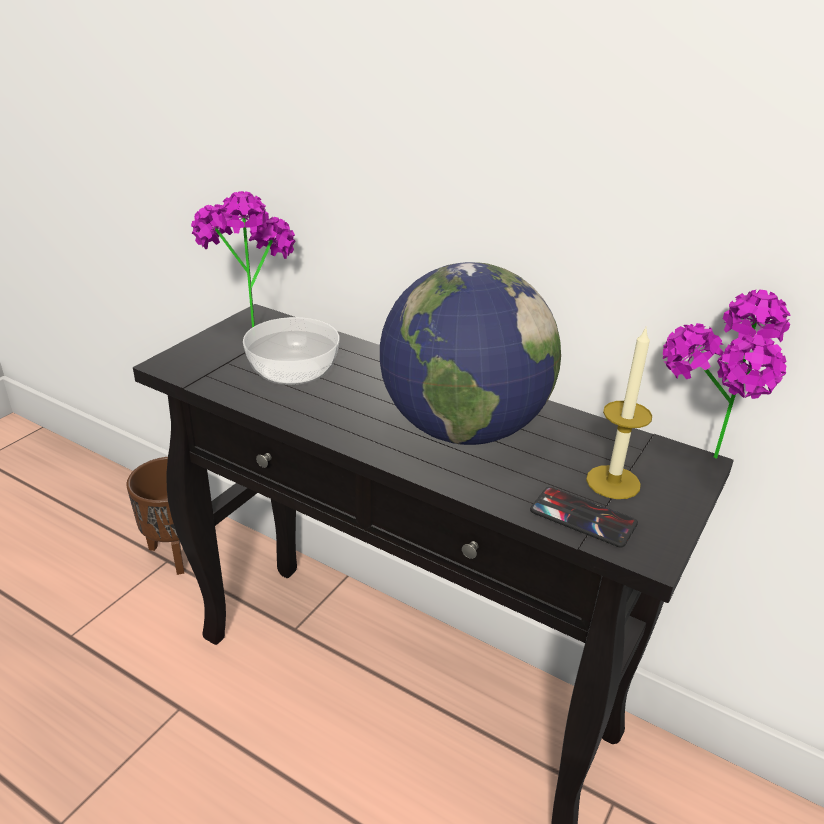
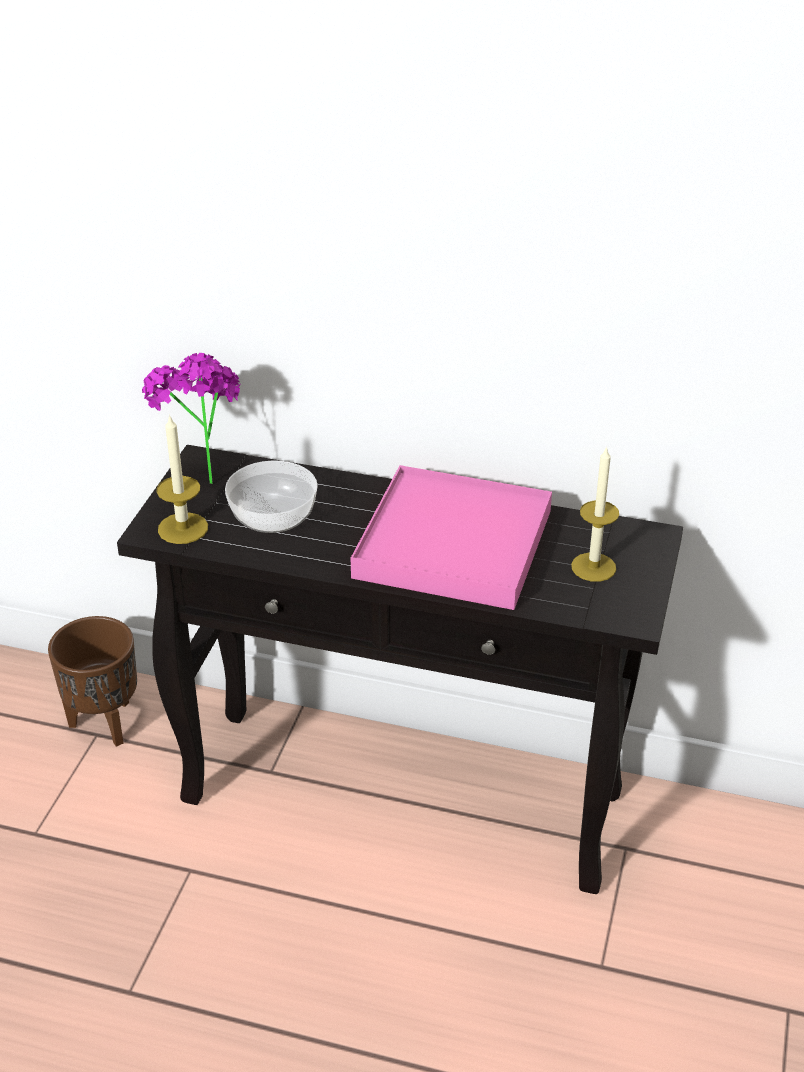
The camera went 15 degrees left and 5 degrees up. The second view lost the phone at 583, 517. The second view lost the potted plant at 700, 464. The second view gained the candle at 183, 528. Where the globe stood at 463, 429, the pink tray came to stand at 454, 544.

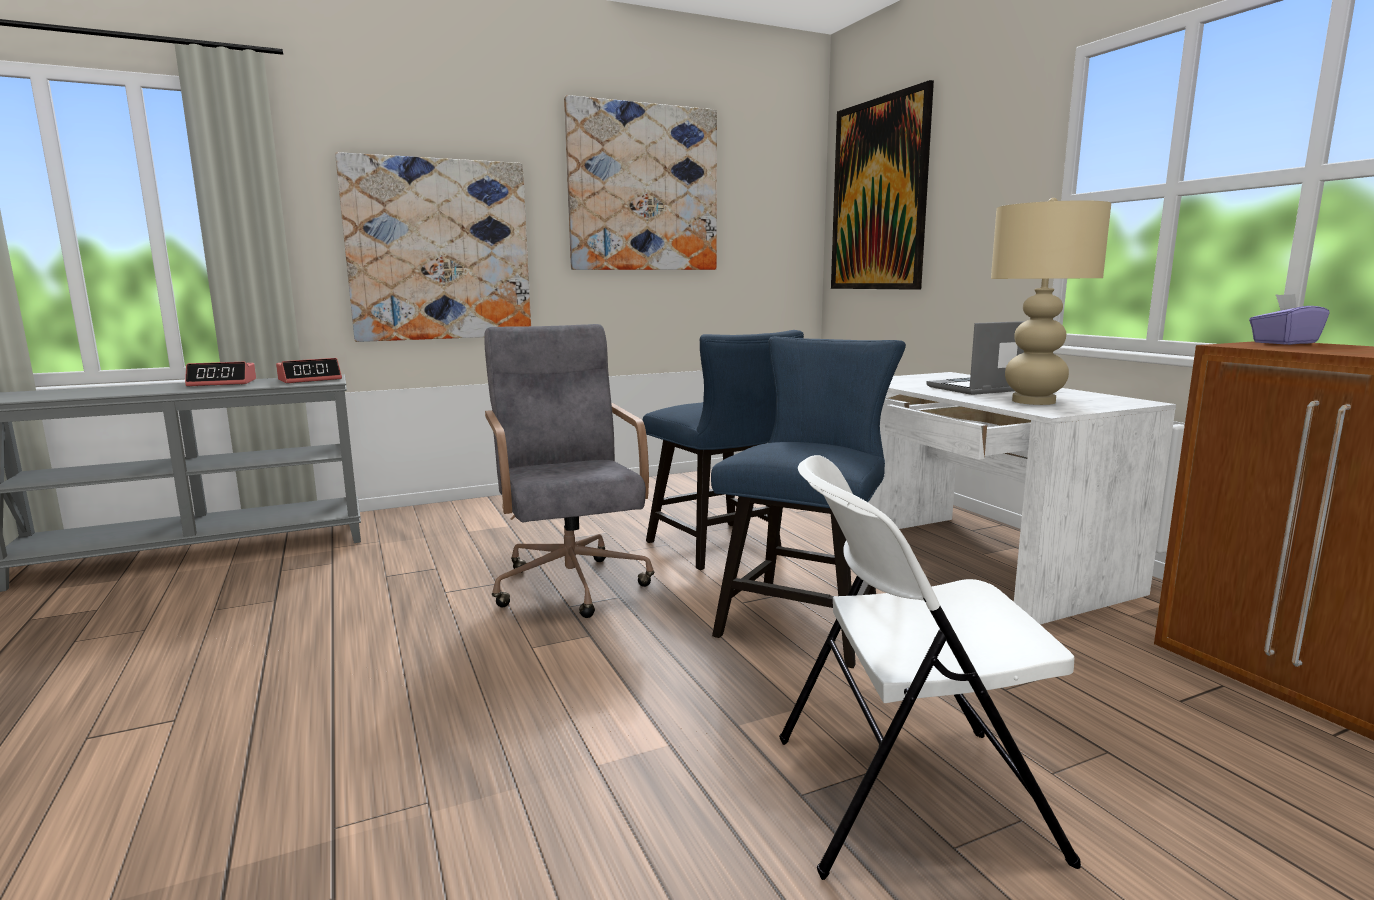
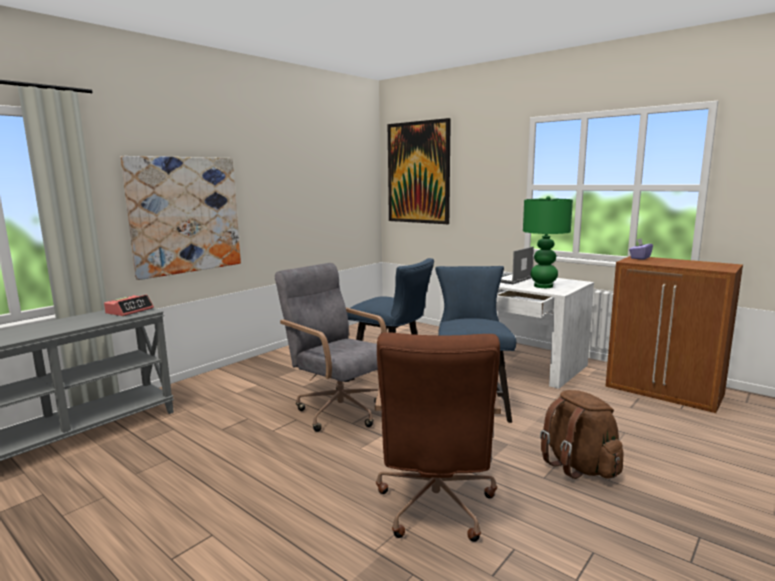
The camera went 25 degrees left and 0 degrees up. The second view lost the alarm clock at 223, 383. The second view lost the picture at 643, 188. The second view gained the brown office chair at 435, 511. Where the white chair stood at 910, 795, the brown backpack came to stand at 579, 466. What was the beige table lamp at 1032, 401 turned into the green table lamp at 543, 286.

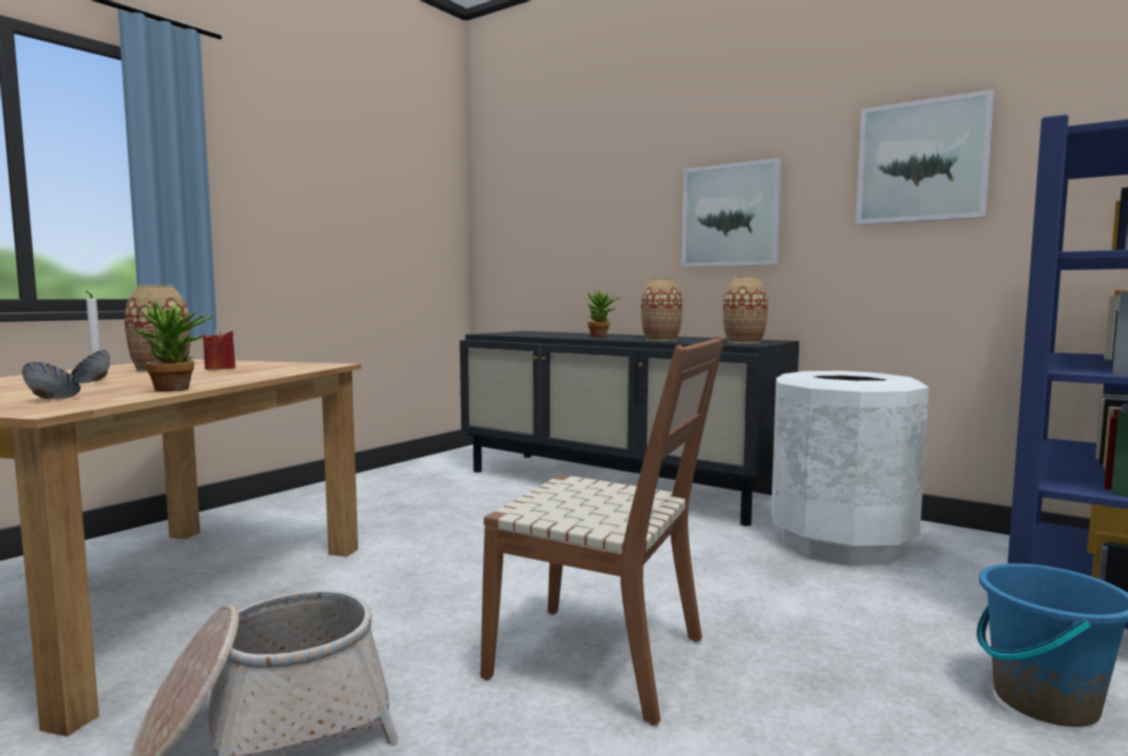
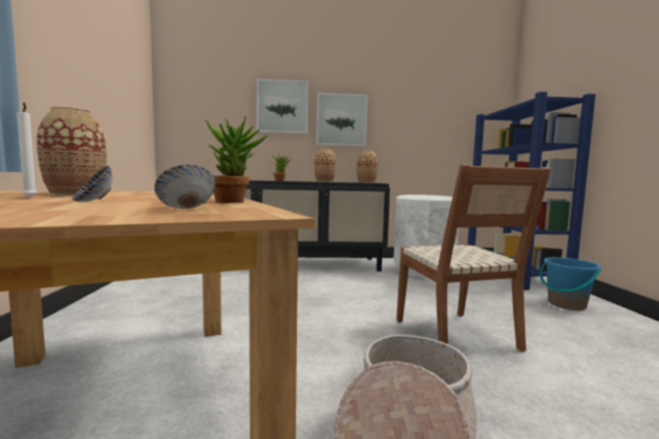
The camera went 40 degrees left and 0 degrees up. The second view lost the red candle at 220, 369. The picture ended up elsewhere, having gone from 922, 162 to 282, 107. The chair at 606, 662 ended up facing another way, 90 degrees clockwise from before.

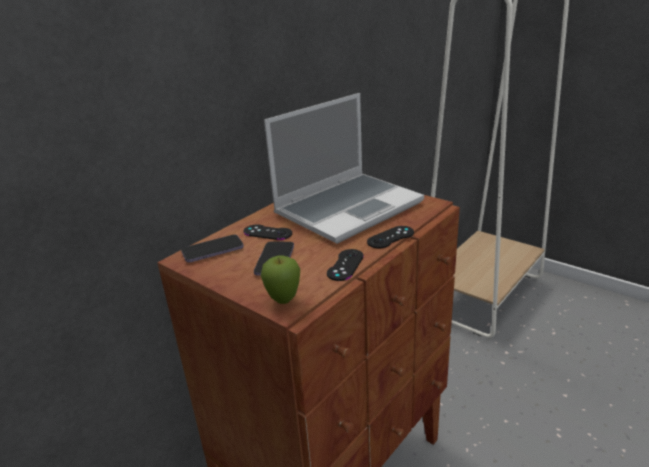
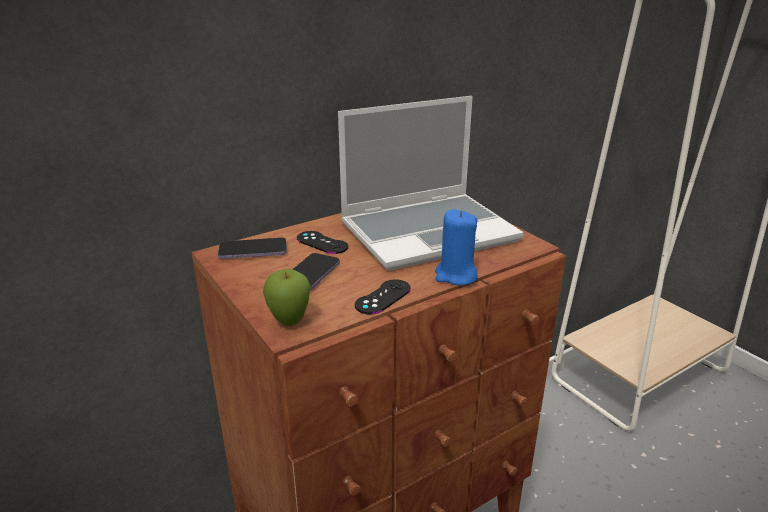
The camera went 15 degrees right and 0 degrees up. Where the black game controller stood at 390, 237, the blue candle came to stand at 455, 276.

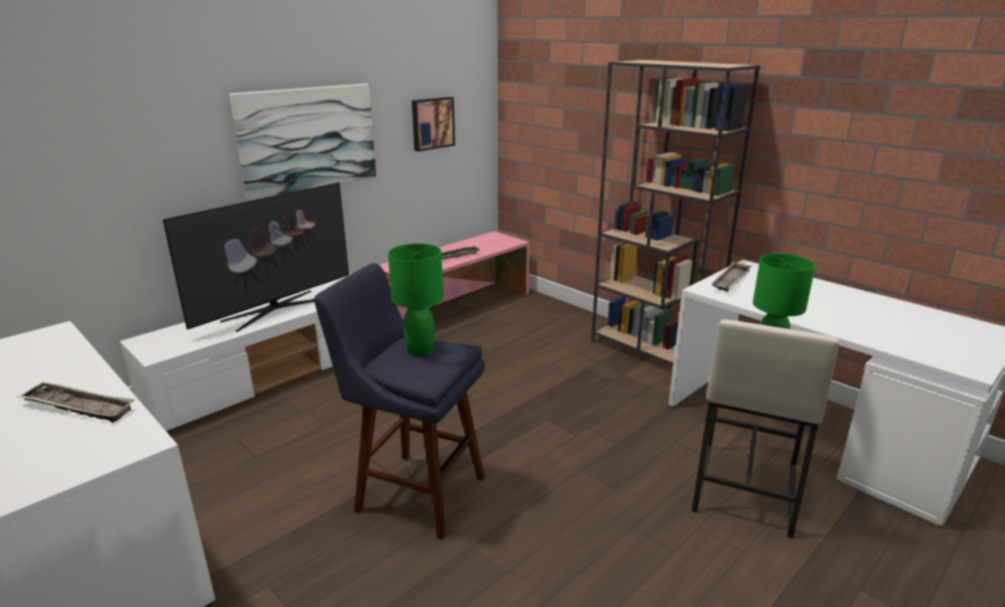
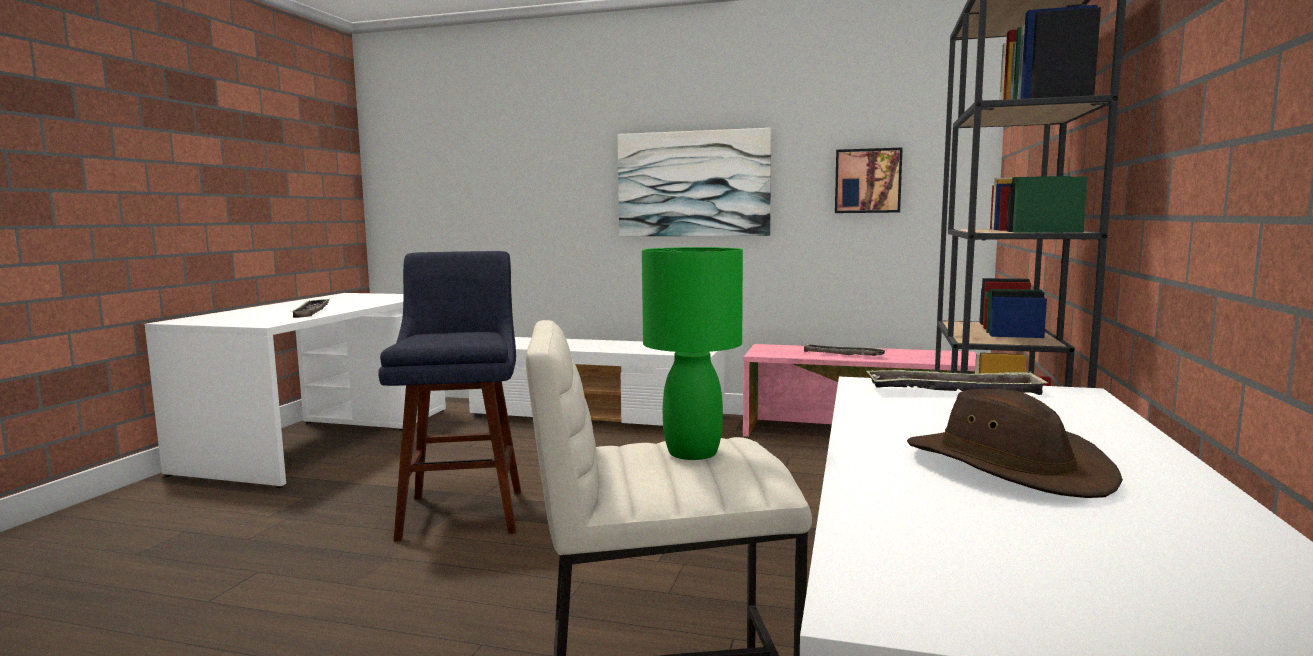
The camera went 60 degrees right and 15 degrees down. The second view lost the television at 275, 310. The second view lost the green table lamp at 420, 350. The second view gained the brown hat at 1008, 466.

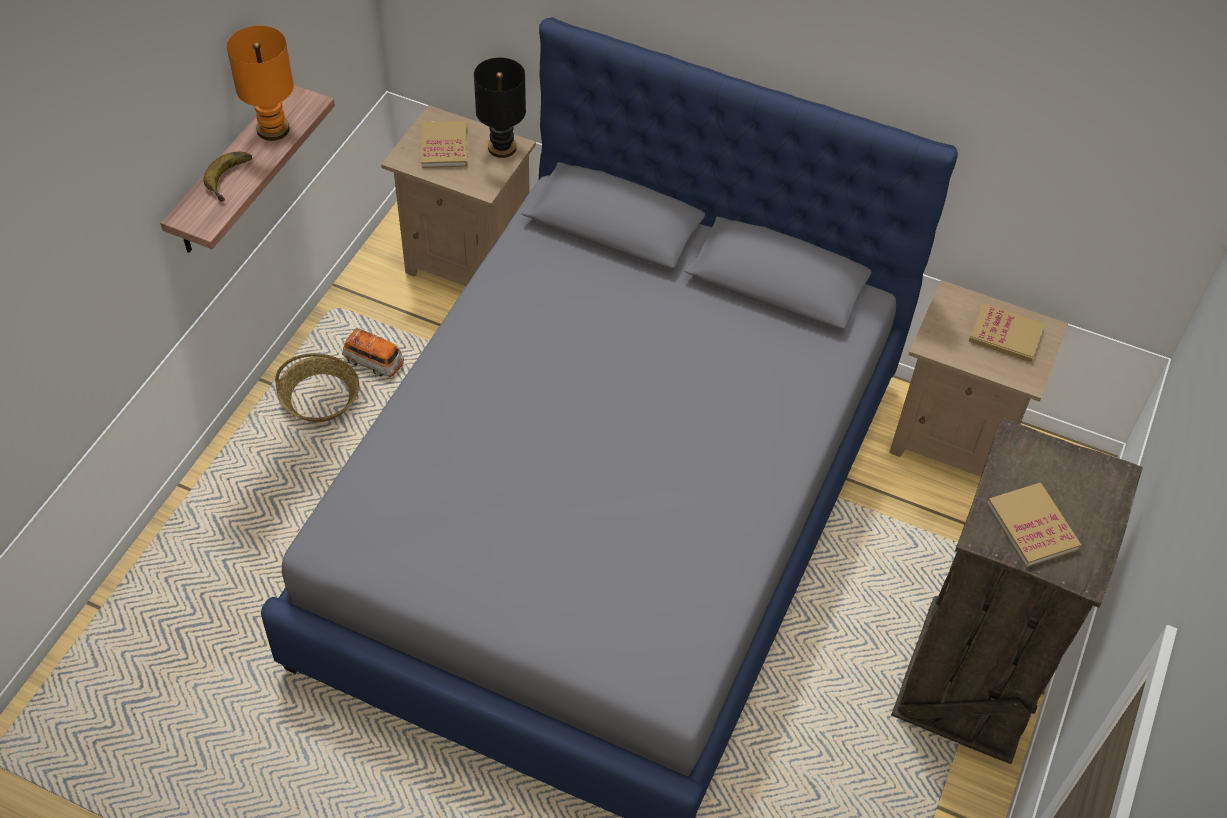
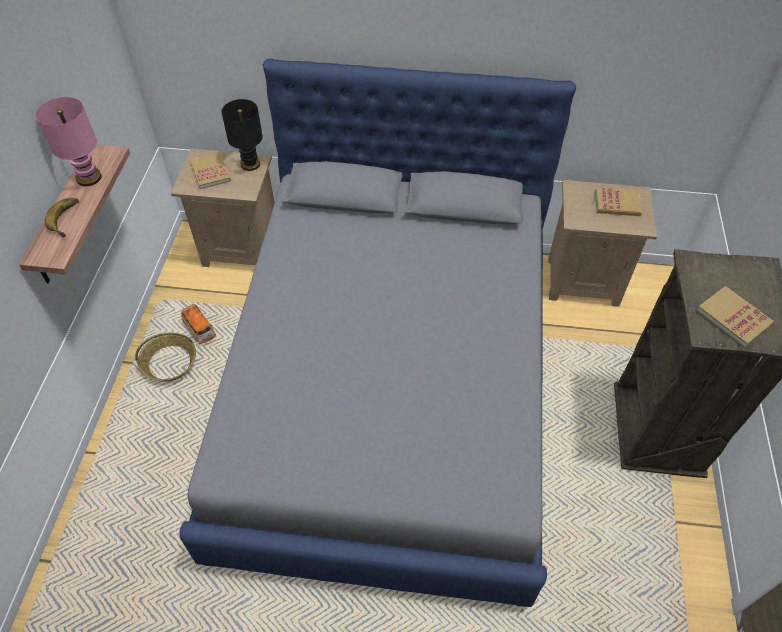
The camera went 15 degrees left and 0 degrees up. What was the orange table lamp at 274, 130 turned into the pink table lamp at 89, 178. The toy car at 374, 362 ended up facing another way, 45 degrees clockwise from before.

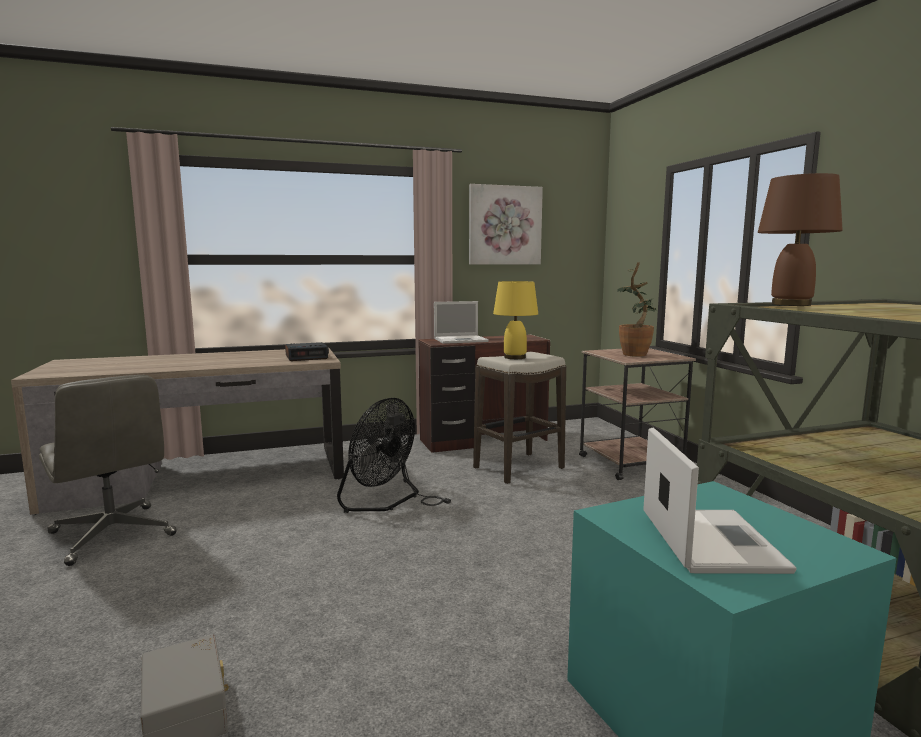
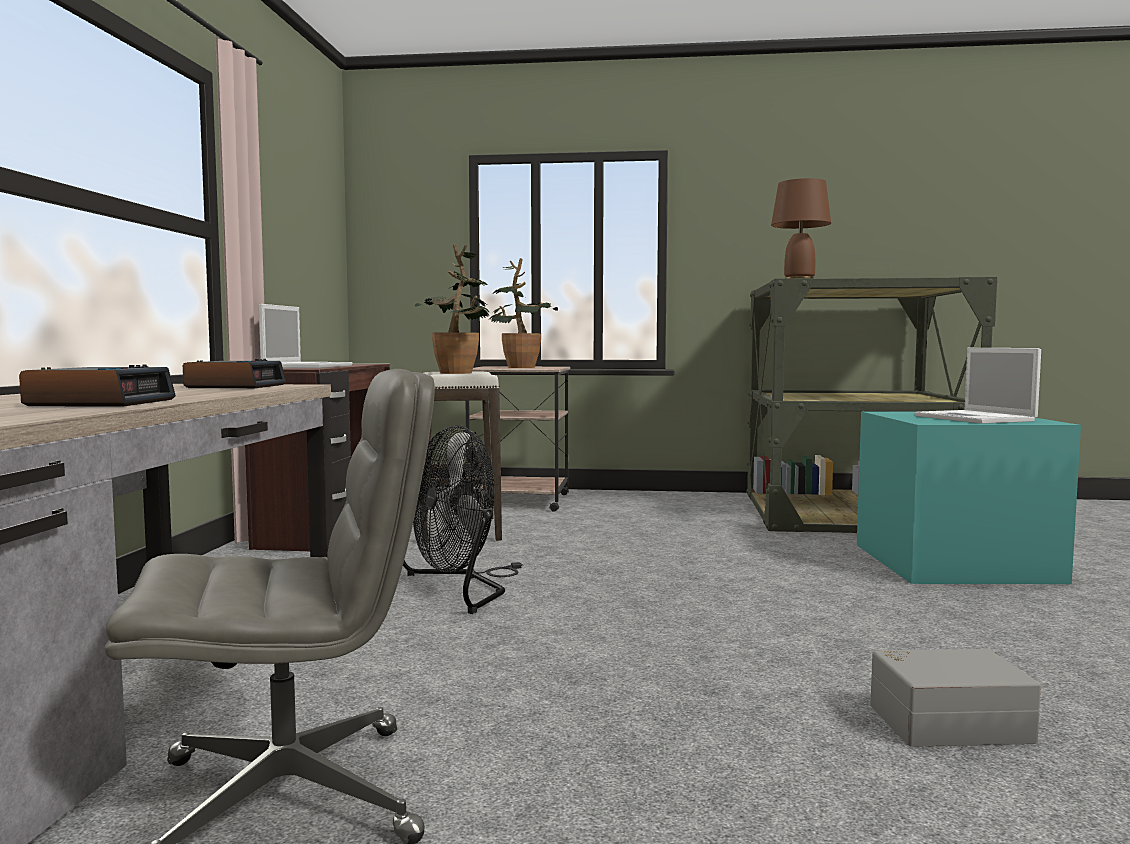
The camera went 65 degrees left and 5 degrees down. The second view lost the picture at 504, 225. The second view gained the alarm clock at 101, 402. Where the yellow table lamp stood at 514, 357, the potted plant came to stand at 457, 373. The laptop at 709, 540 ended up facing another way, 135 degrees counterclockwise from before.

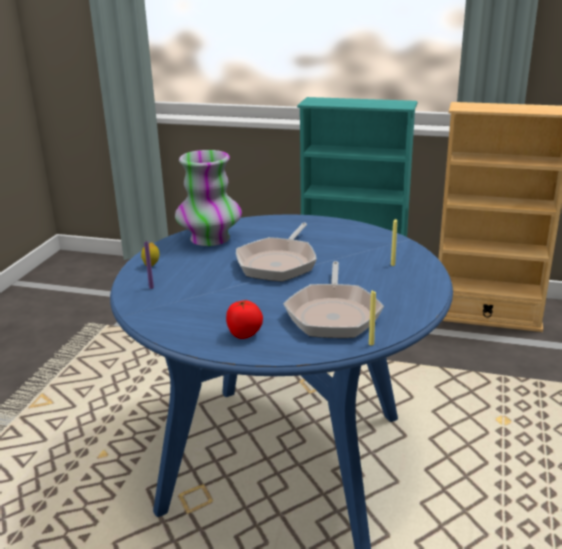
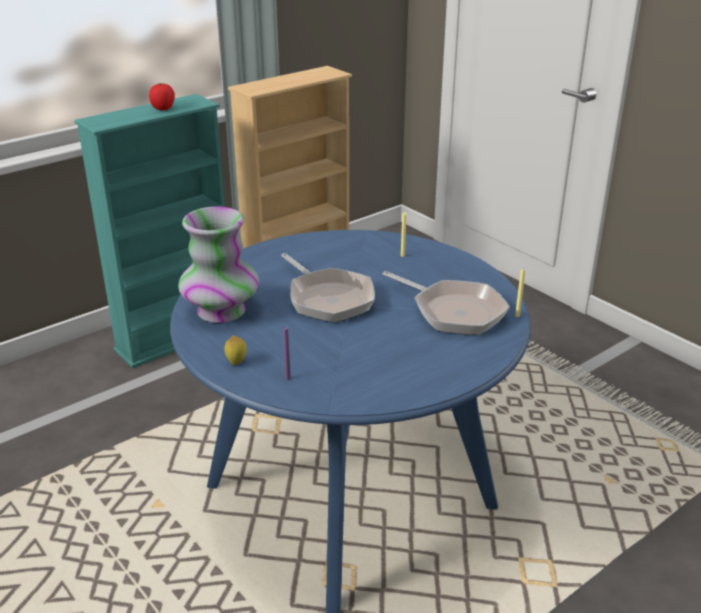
The camera went 55 degrees left and 5 degrees up. The tomato ended up elsewhere, having gone from 245, 335 to 163, 109.

